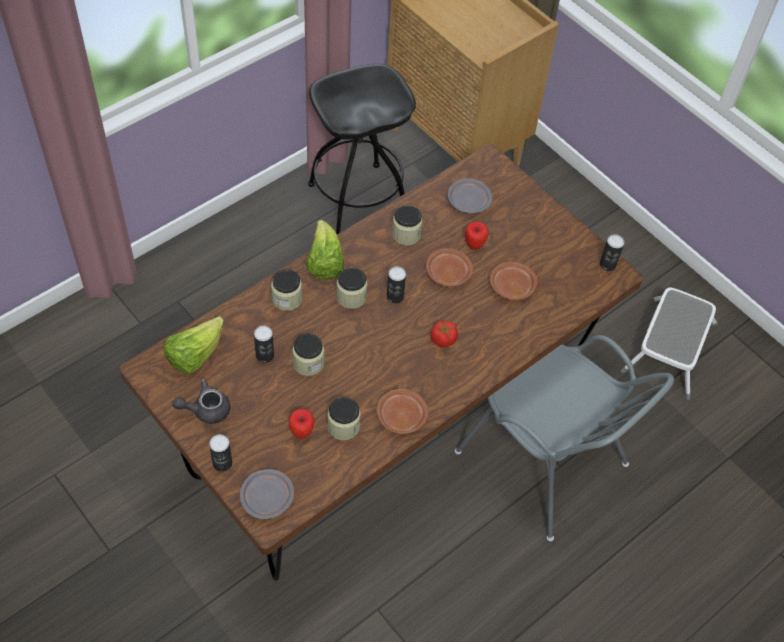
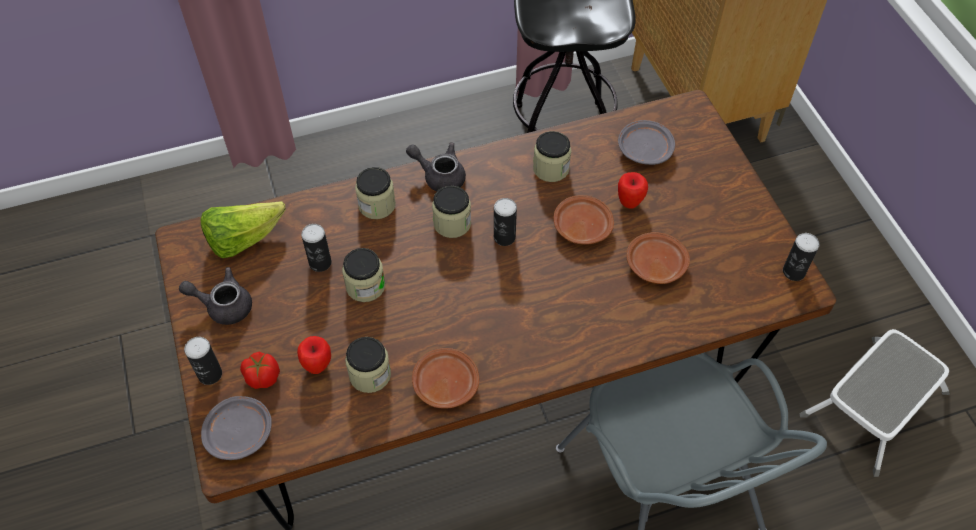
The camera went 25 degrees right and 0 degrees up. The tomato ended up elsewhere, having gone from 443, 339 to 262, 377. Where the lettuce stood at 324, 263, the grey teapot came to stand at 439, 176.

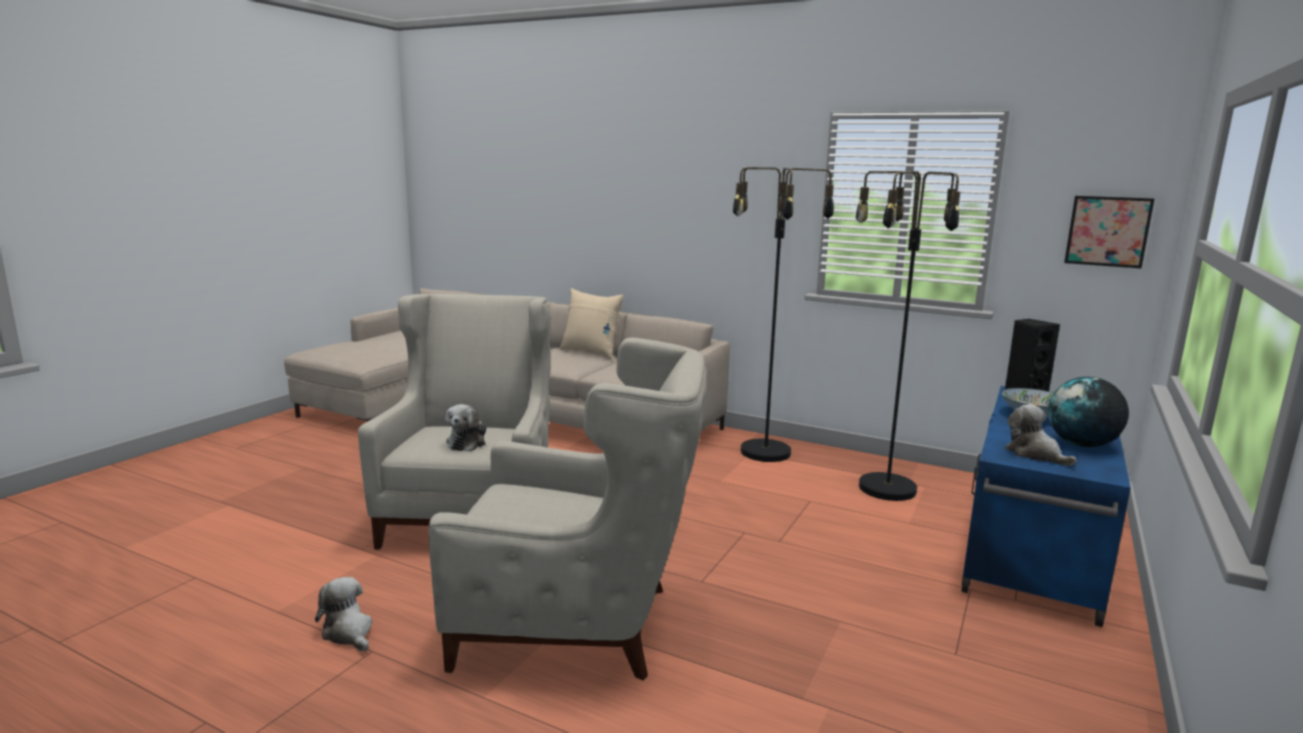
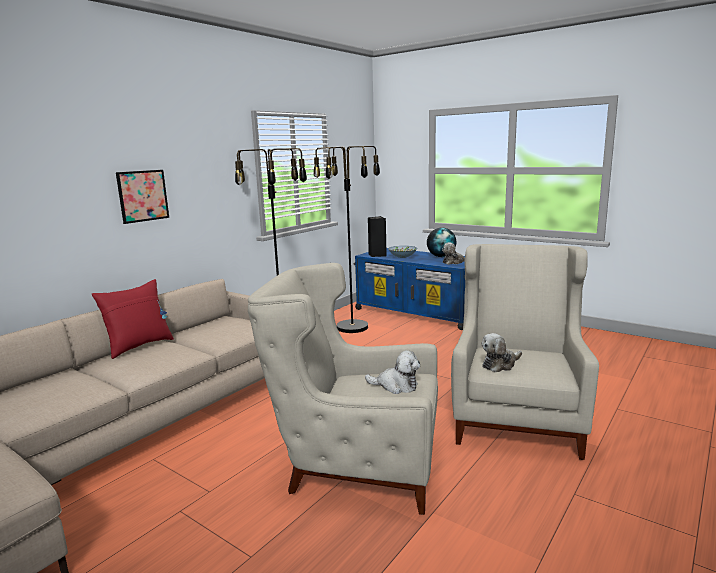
The camera went 80 degrees left and 0 degrees up. The plush toy ended up elsewhere, having gone from 348, 632 to 500, 364. The picture ended up elsewhere, having gone from 1107, 231 to 143, 196. What was the beige pillow at 590, 353 turned into the red pillow at 139, 347.

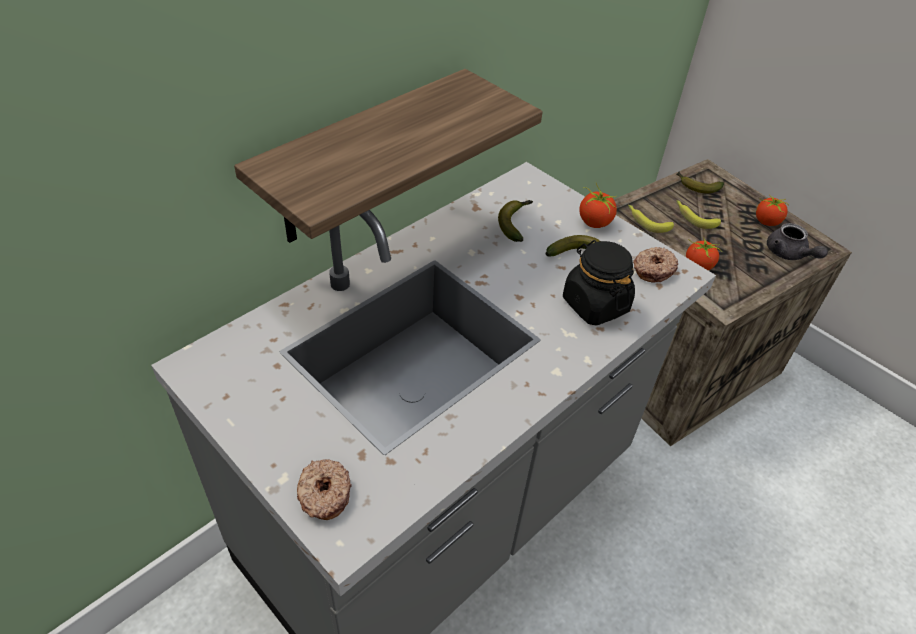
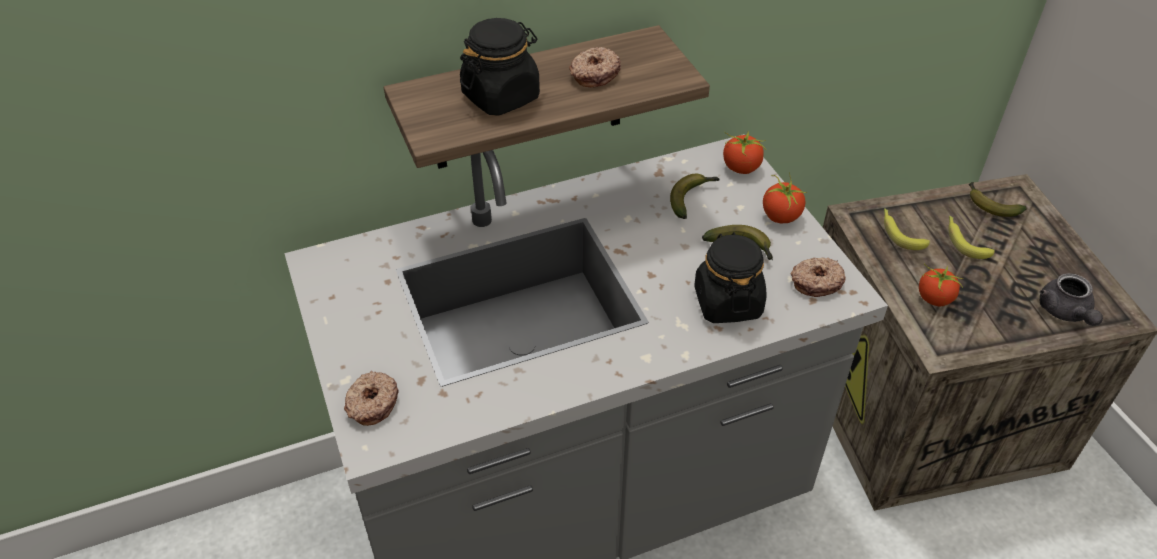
The camera went 25 degrees right and 0 degrees up. The second view gained the black jar at 501, 96. The second view gained the donut at 594, 74. The tomato ended up elsewhere, having gone from 766, 222 to 740, 168.

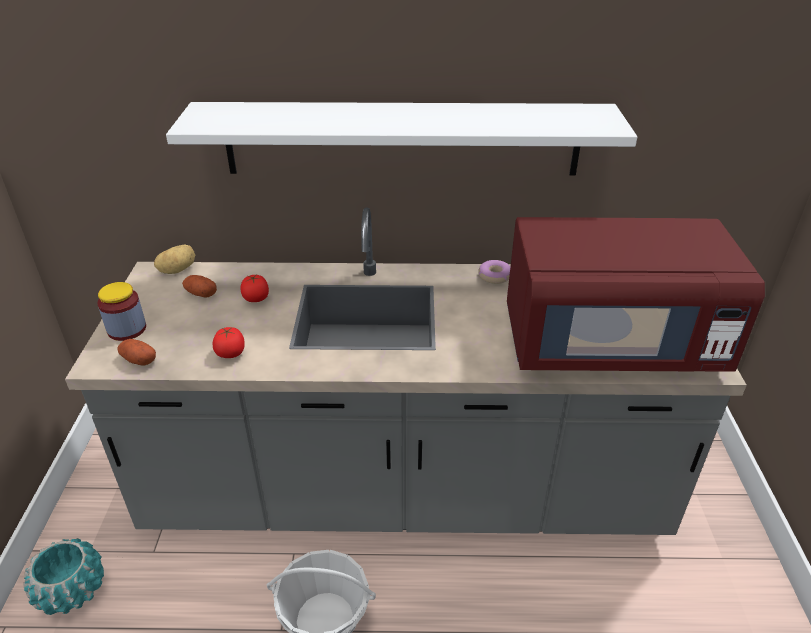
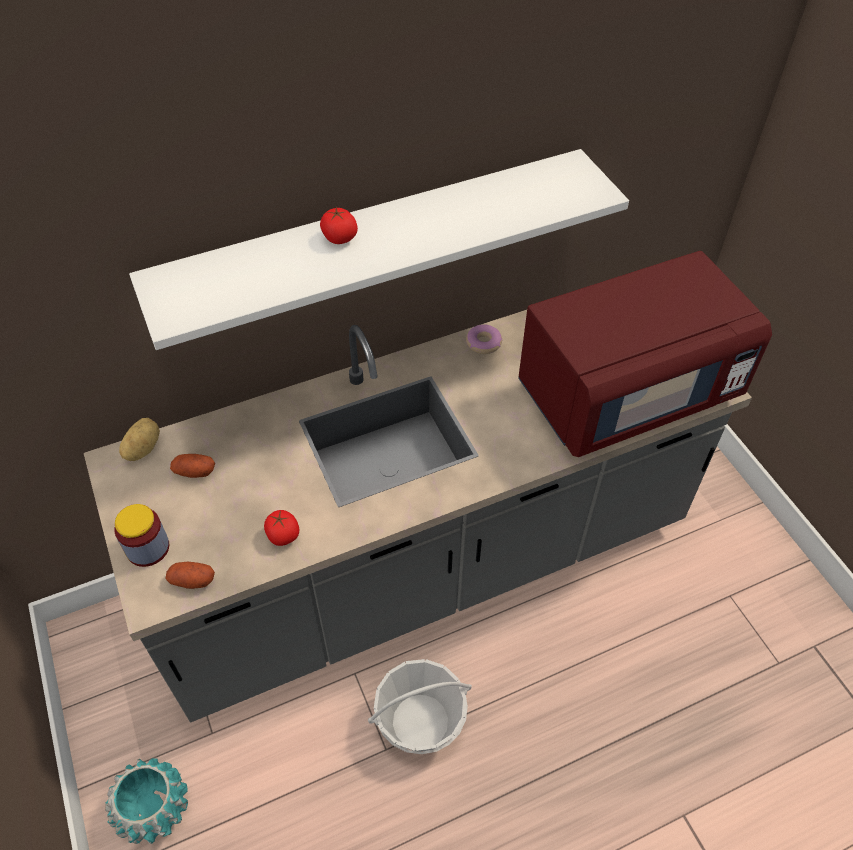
The camera went 25 degrees left and 15 degrees up. The tomato ended up elsewhere, having gone from 256, 298 to 339, 238.

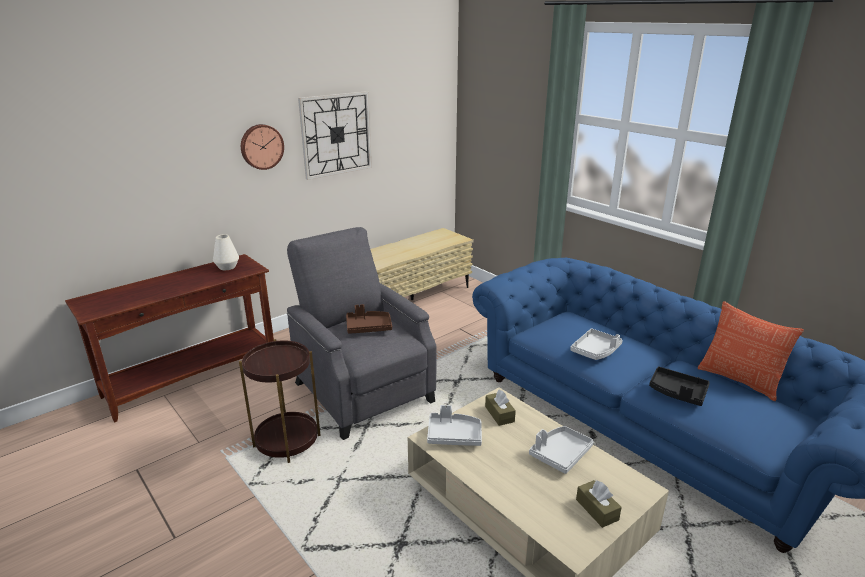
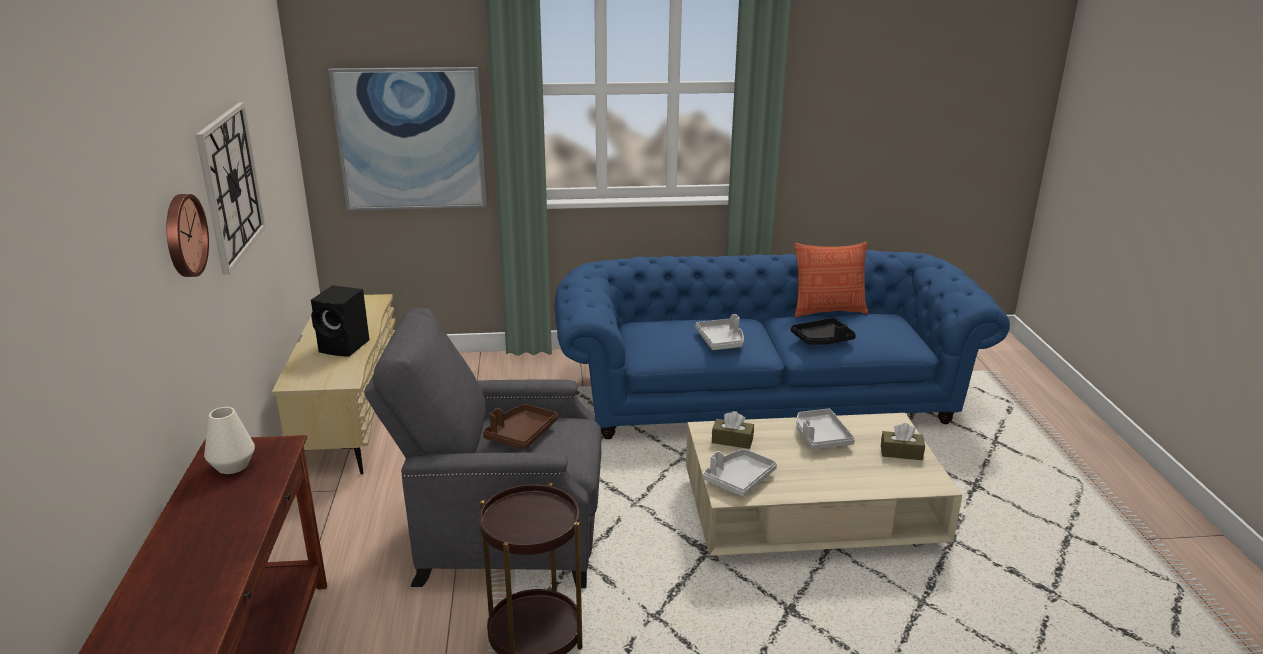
The camera went 55 degrees left and 0 degrees up. The second view gained the black speaker at 345, 347. The second view gained the picture at 411, 139.

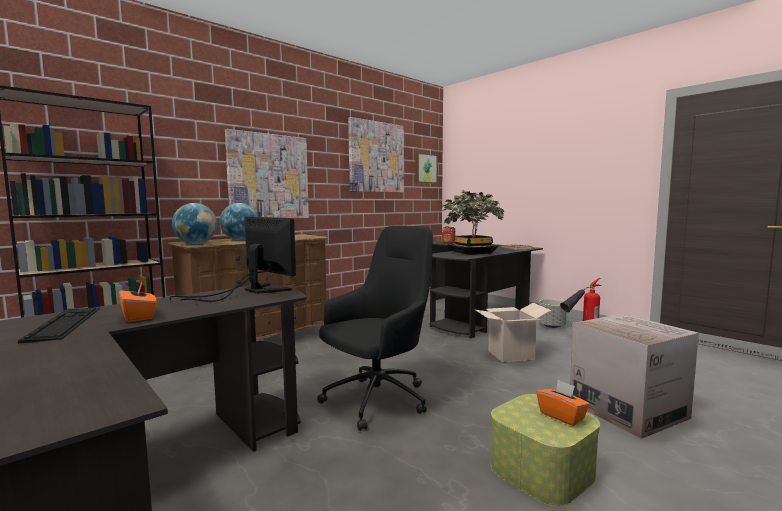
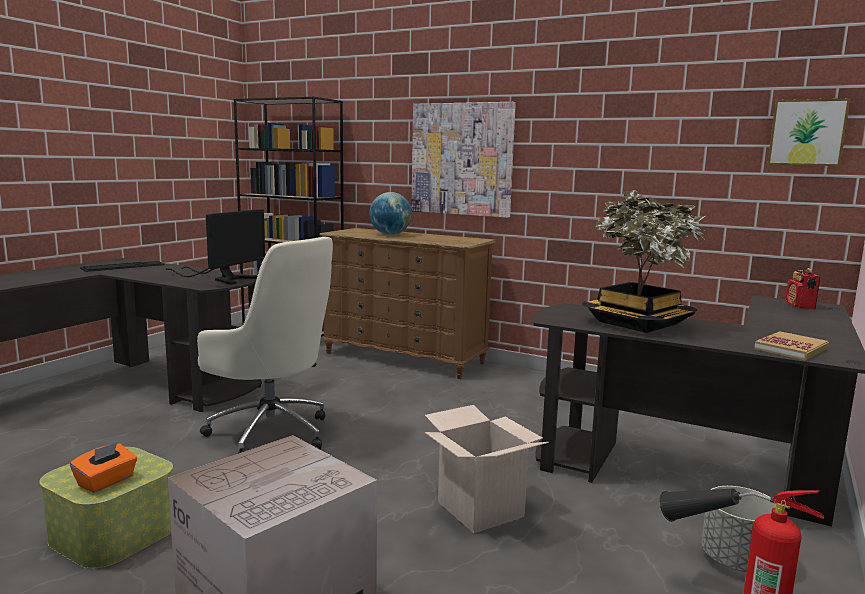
The camera went 70 degrees right and 5 degrees up. The second view lost the orange tissue box at 139, 317. The second view lost the globe at 196, 244. The second view lost the picture at 376, 157. What was the black office chair at 377, 400 turned into the beige office chair at 271, 433.

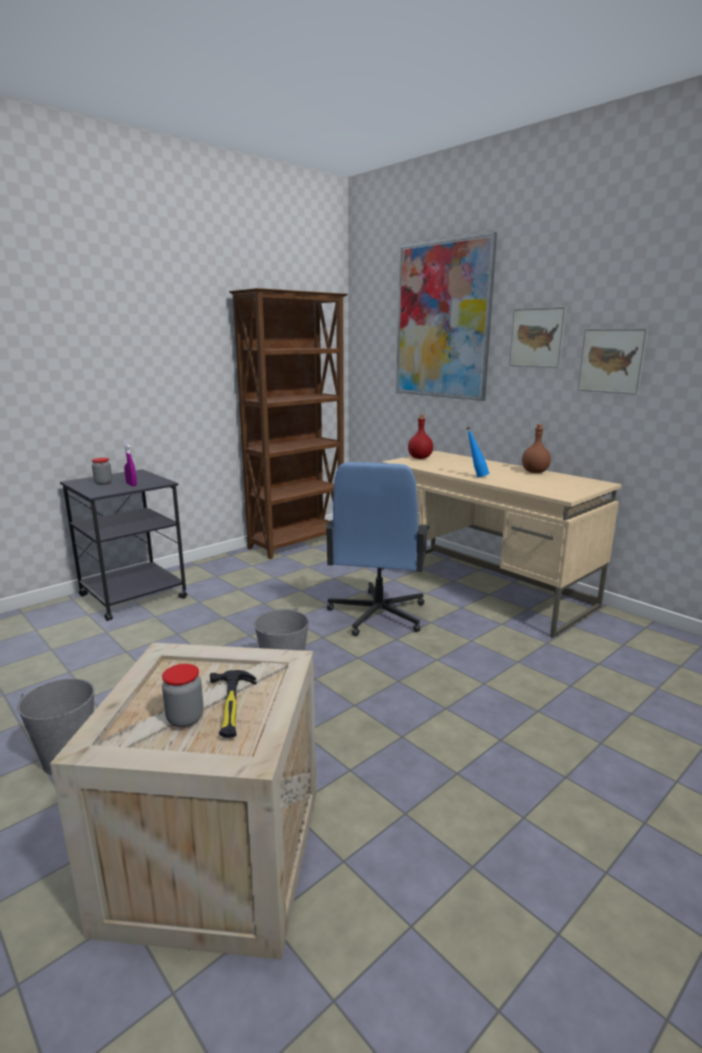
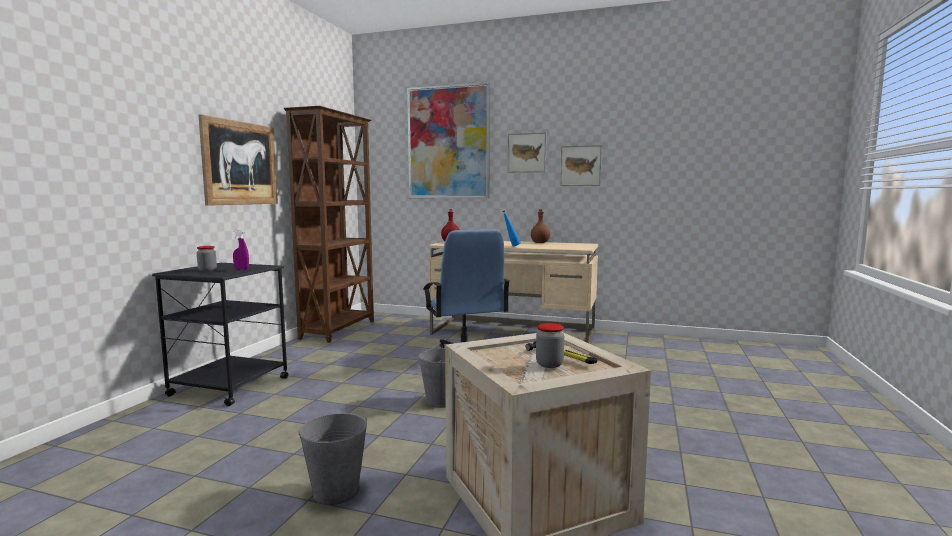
The camera went 30 degrees left and 10 degrees down. The second view gained the picture at 240, 163.

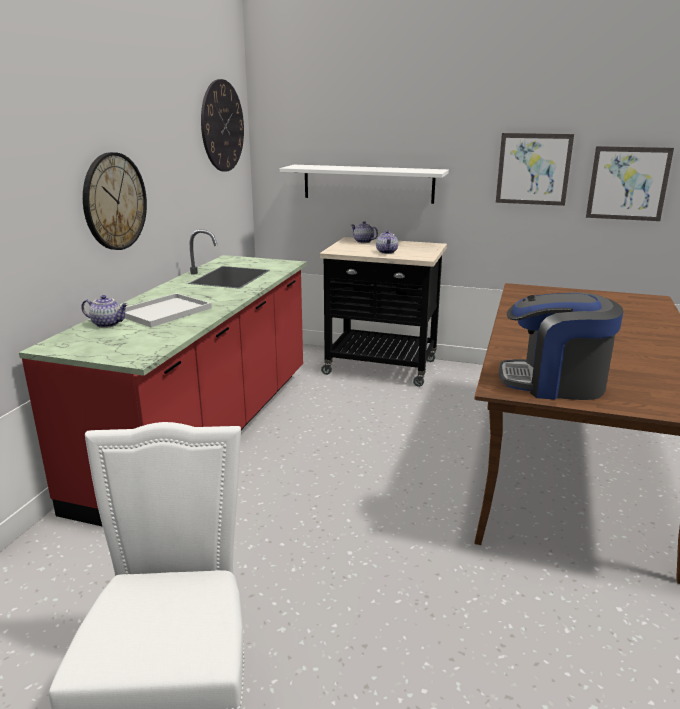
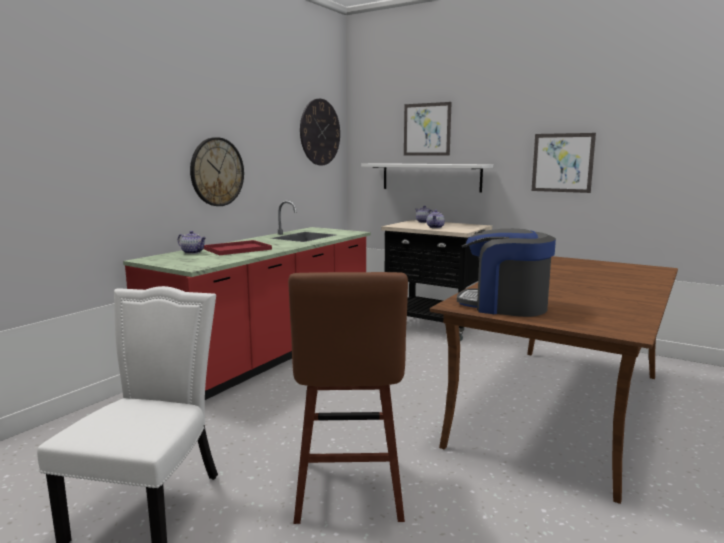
The camera went 15 degrees right and 10 degrees down. The second view gained the brown stool at 348, 491. The picture ended up elsewhere, having gone from 628, 183 to 427, 129. What was the white tray at 165, 311 turned into the red tray at 238, 249.

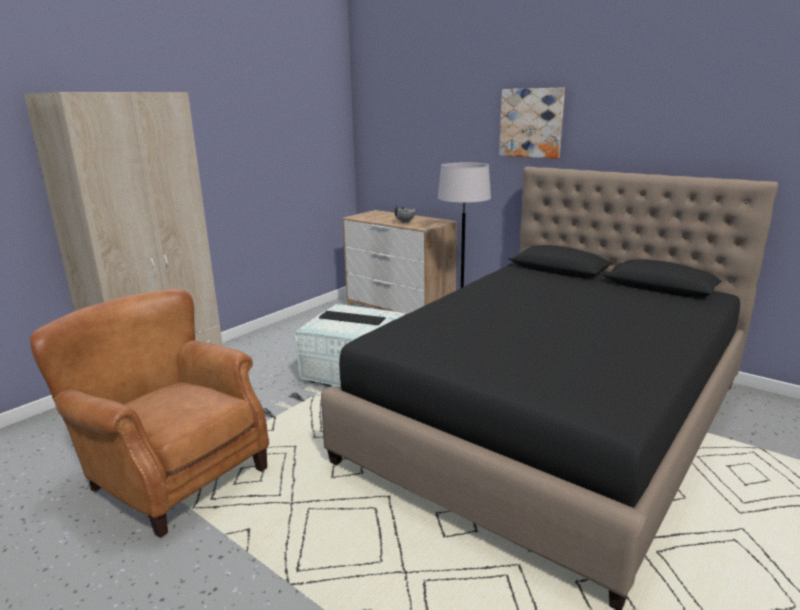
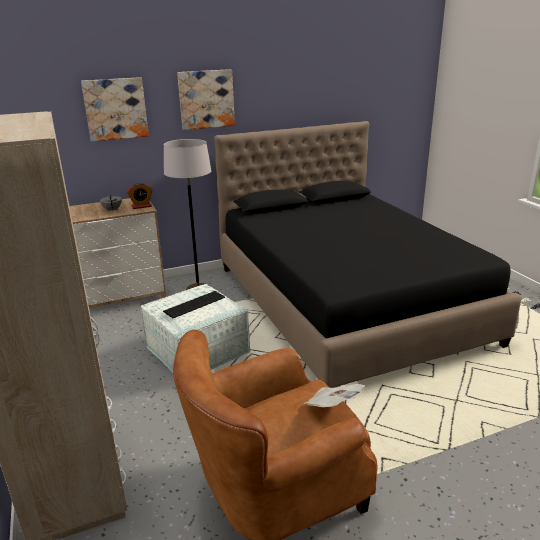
The camera went 60 degrees left and 5 degrees up. The second view gained the picture at 115, 109. The second view gained the alarm clock at 141, 206. The second view gained the newspaper at 333, 407.

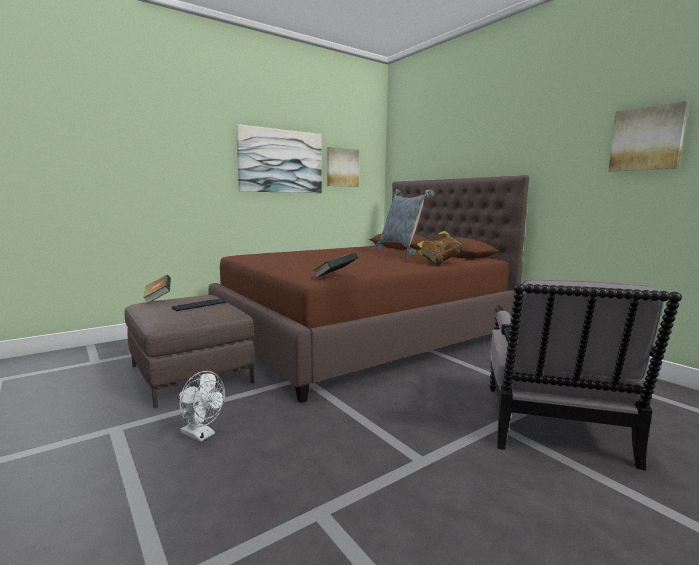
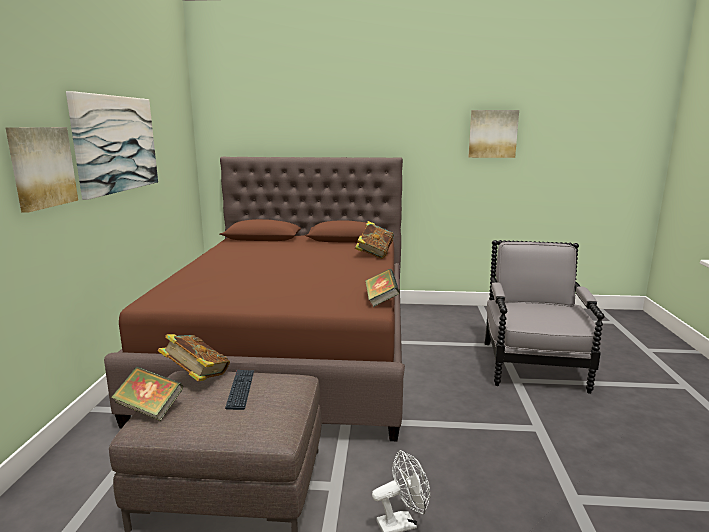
The camera went 50 degrees left and 5 degrees up. The second view lost the pillow at 402, 254. The second view gained the book at 197, 377. The picture ended up elsewhere, having gone from 342, 167 to 41, 167. The grey armchair at 553, 425 ended up facing another way, 135 degrees counterclockwise from before.

